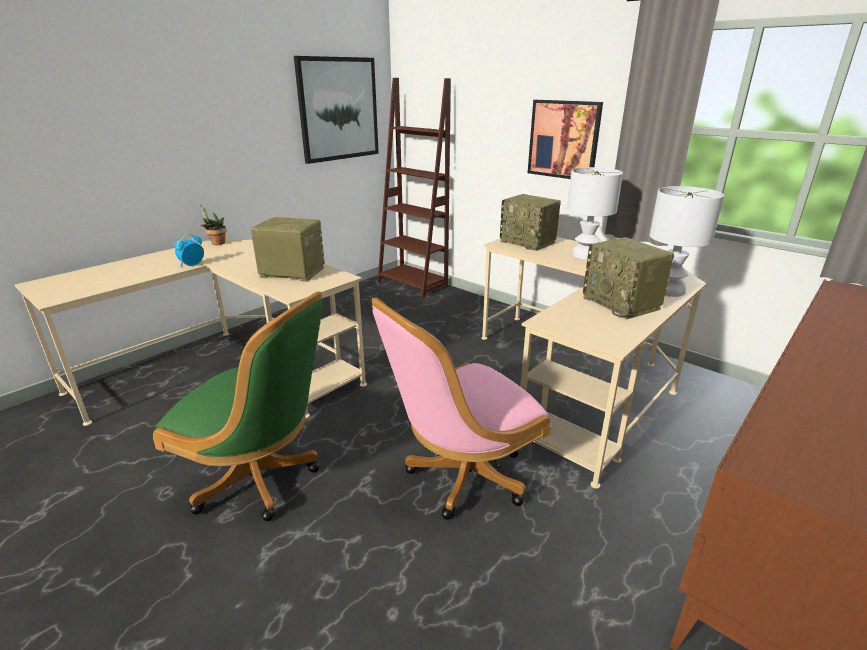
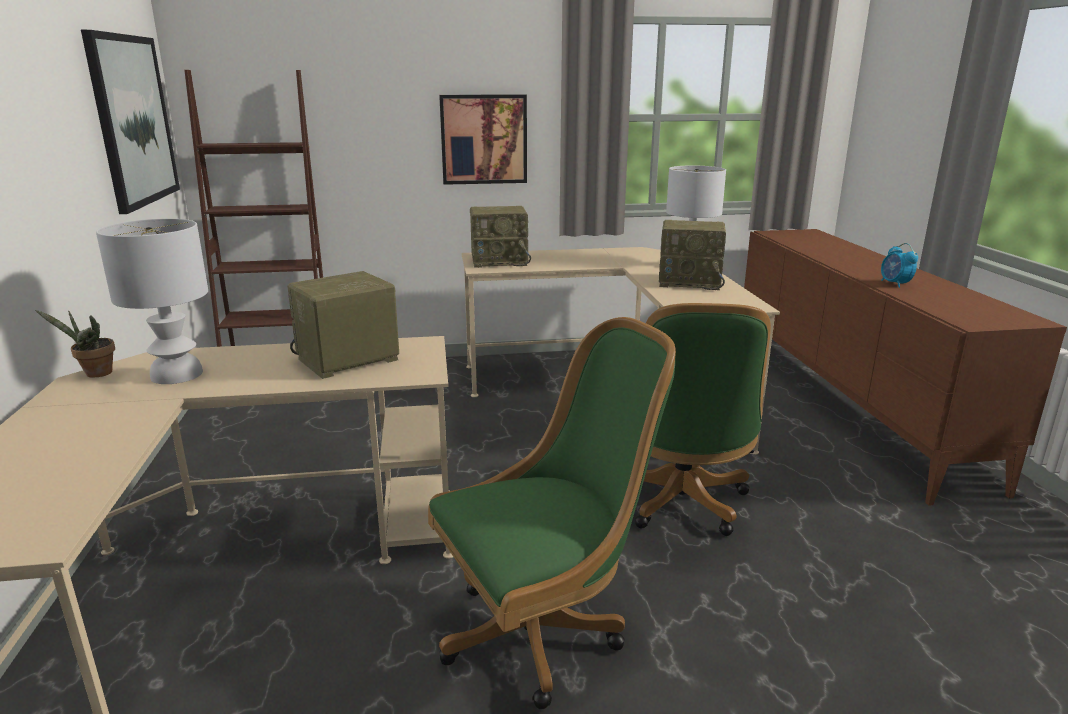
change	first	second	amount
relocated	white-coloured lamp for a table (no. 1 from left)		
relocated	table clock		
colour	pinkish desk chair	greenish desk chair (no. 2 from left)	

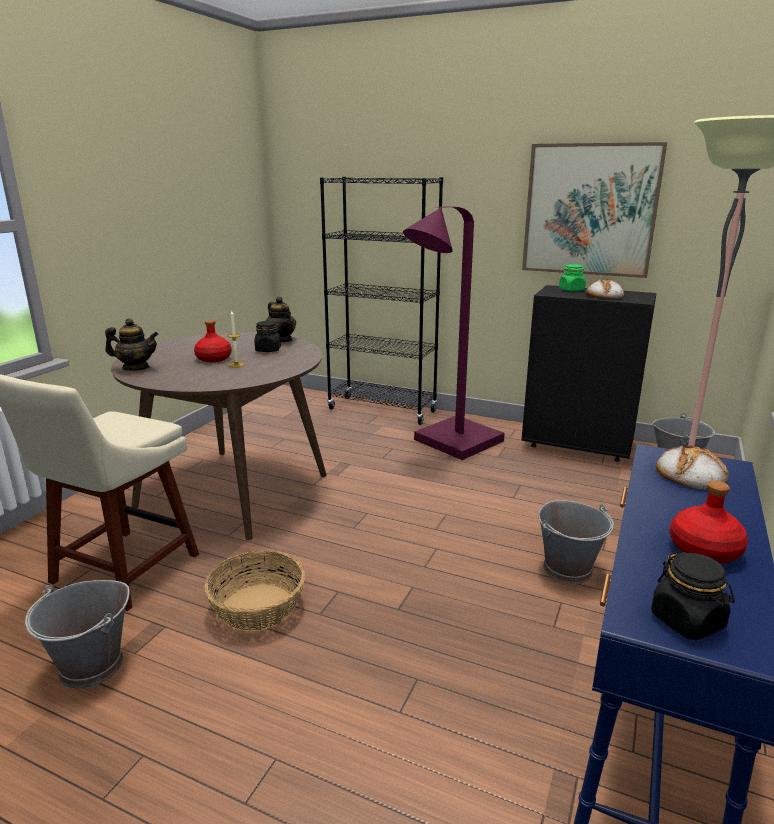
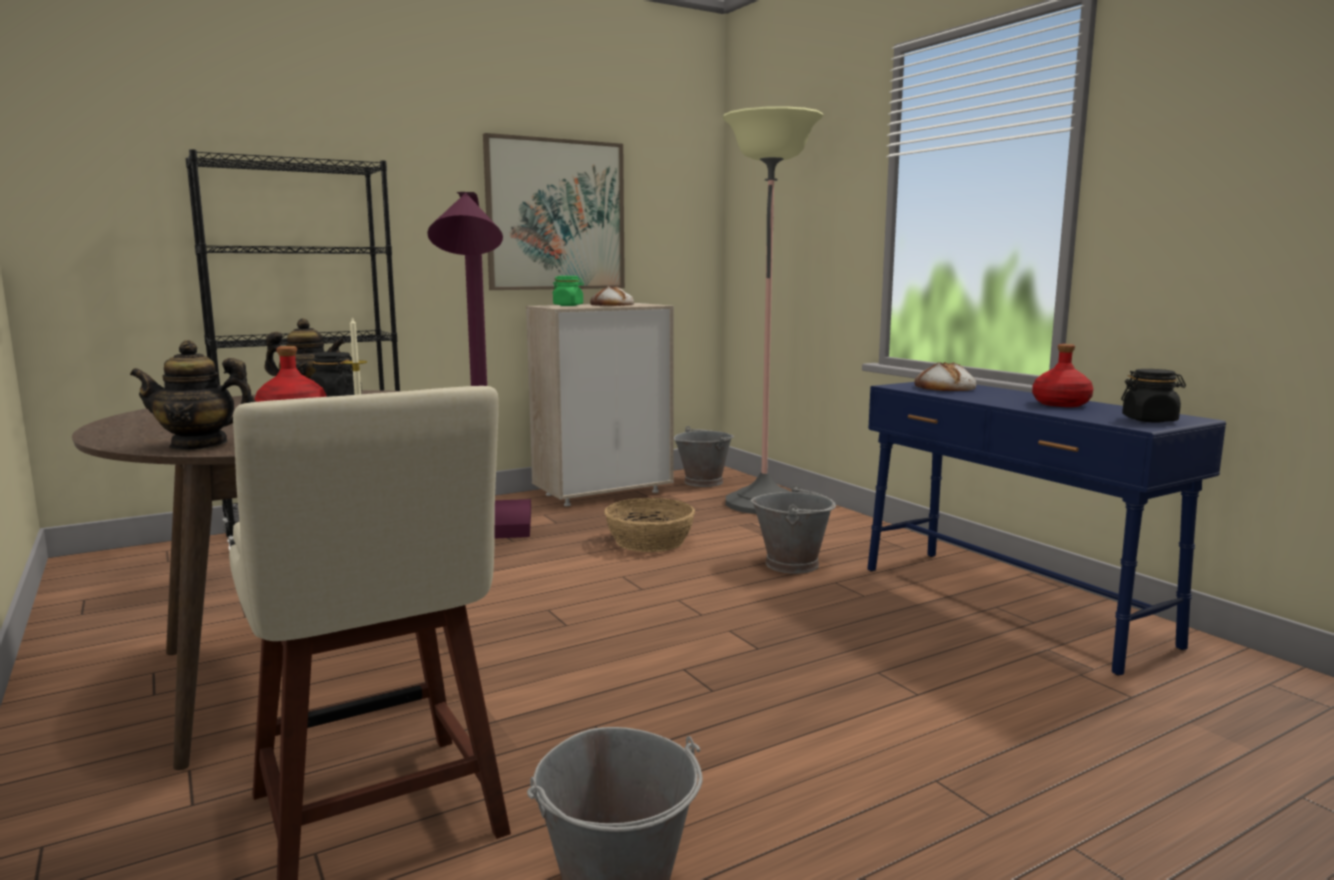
change	first	second	amount
colour	black cabinet	beige-coloured cabinet	
spun	pot for tea (no. 1 from left)		135 degrees counterclockwise
relocated	storage basket		

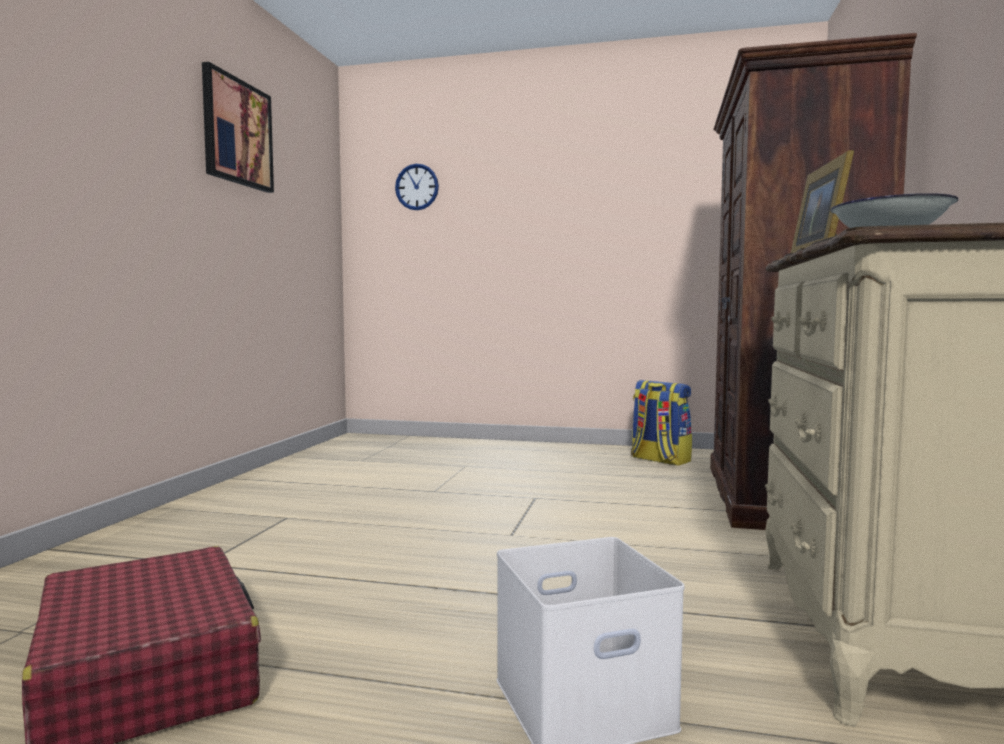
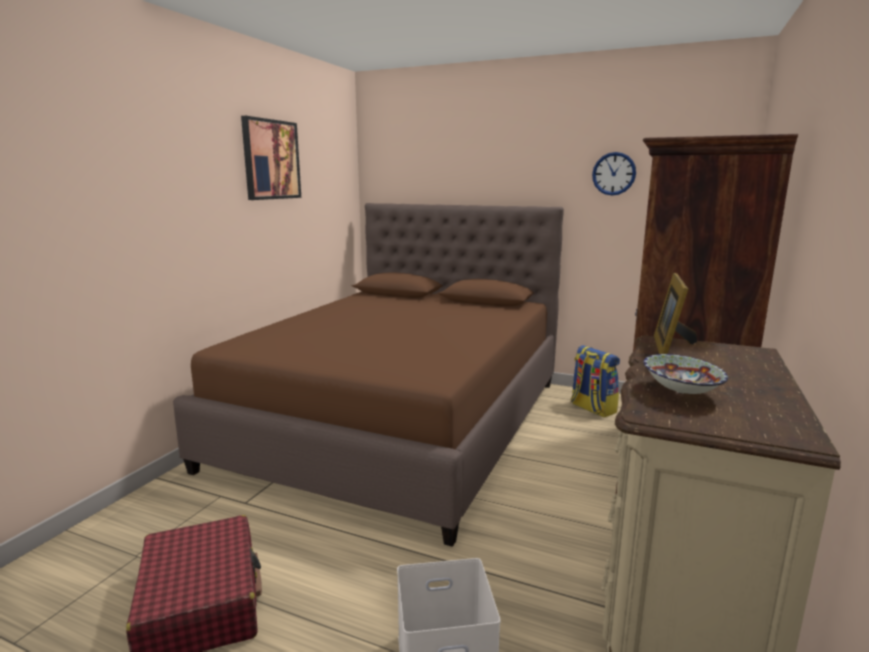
change	first	second	amount
relocated	hanging clock		
appeared		brownish bed	

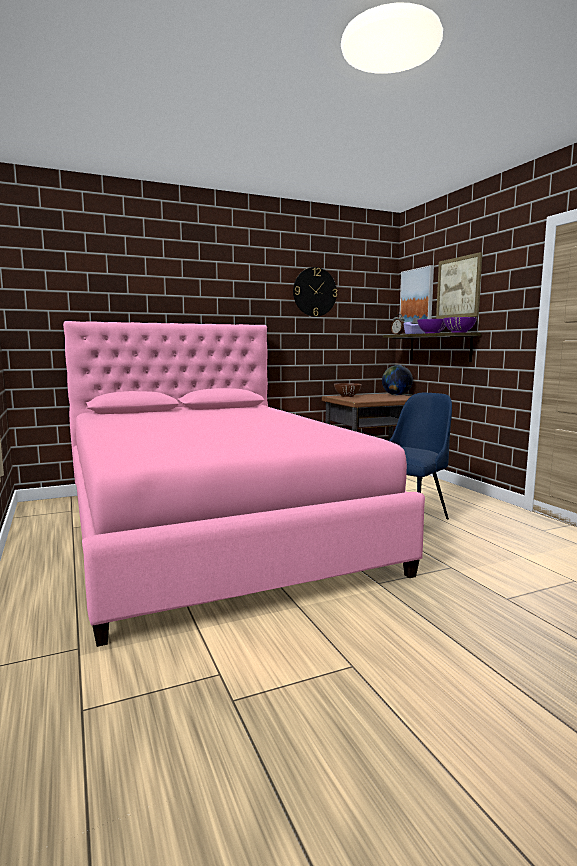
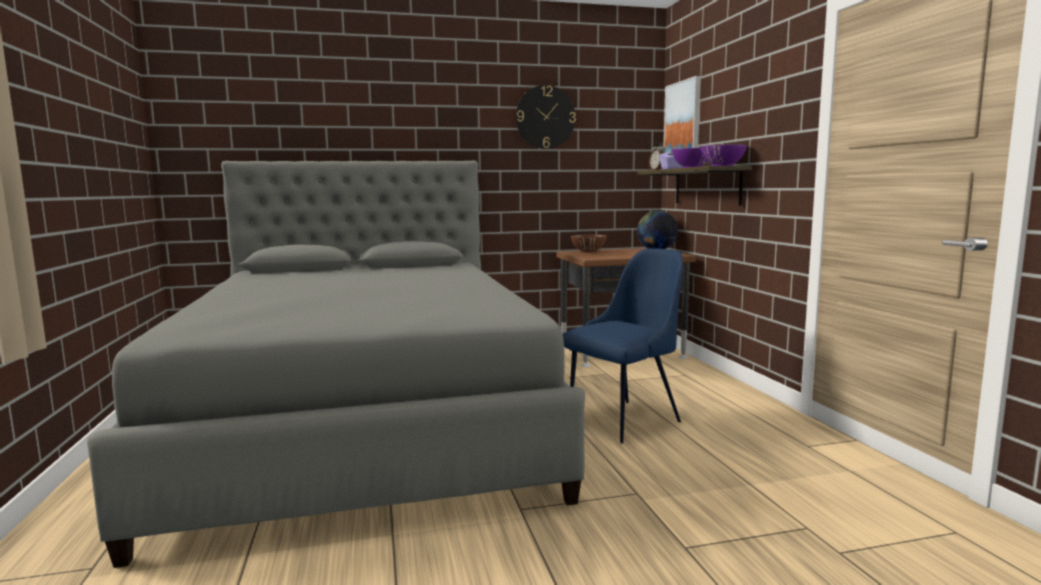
change	first	second	amount
missing	wall art (no. 2 from left)		
colour	pinkish bed	greyish bed	

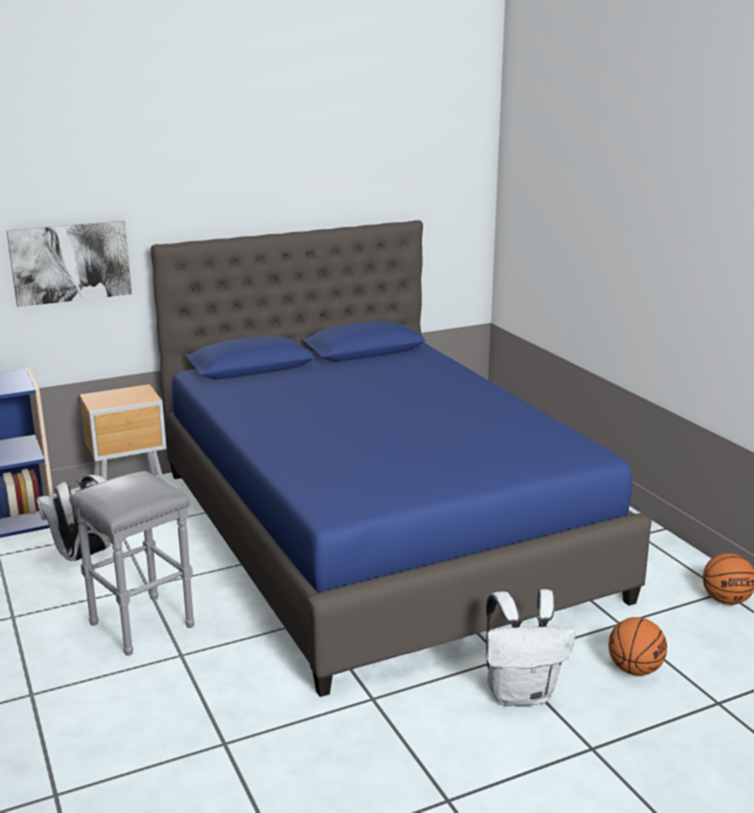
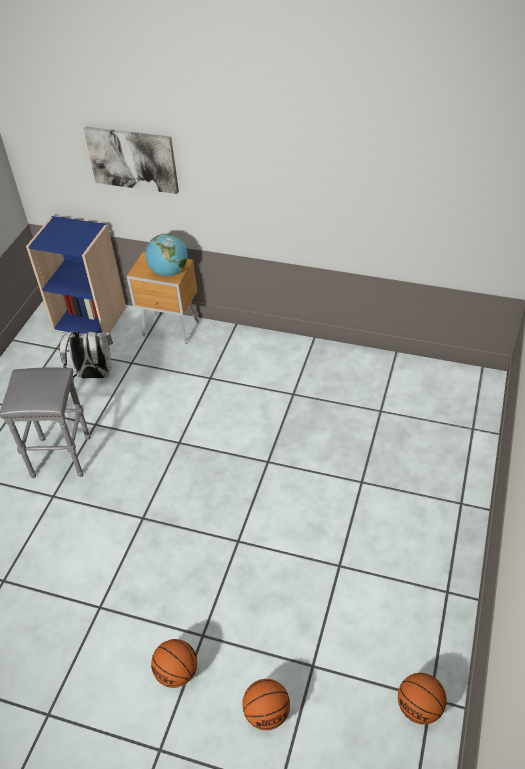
change	first	second	amount
missing	bluish bed		
exchanged	white-coloured knapsack (no. 2 from left)	basketball ball (no. 1 from left)	
appeared		globe	

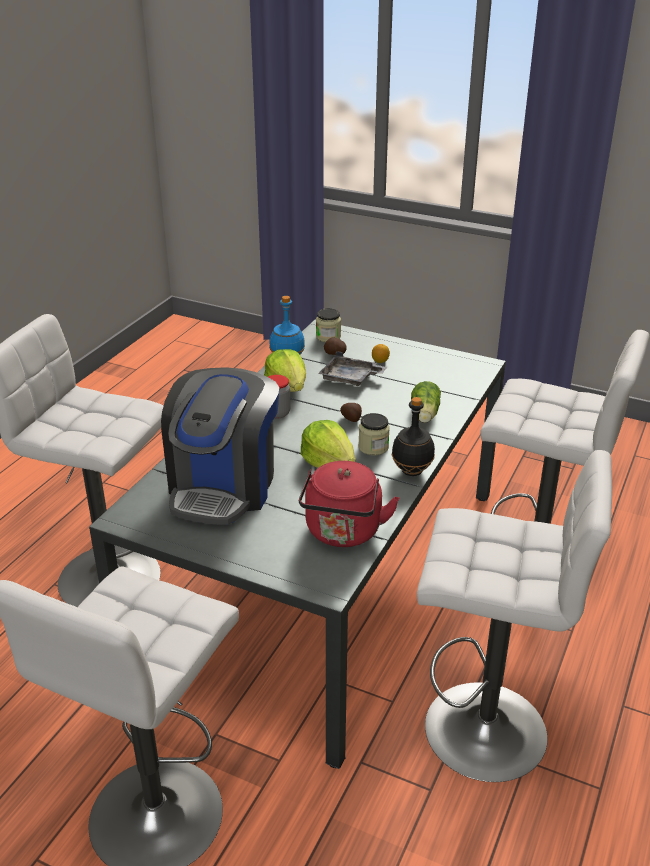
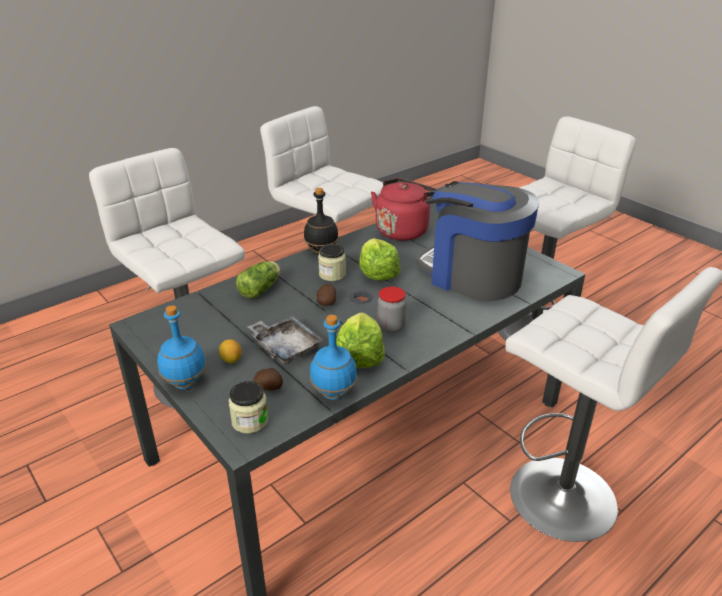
change	first	second	amount
spun	coffee brewer		90 degrees counterclockwise
appeared		bluish beverage bottle (no. 1 from left)	

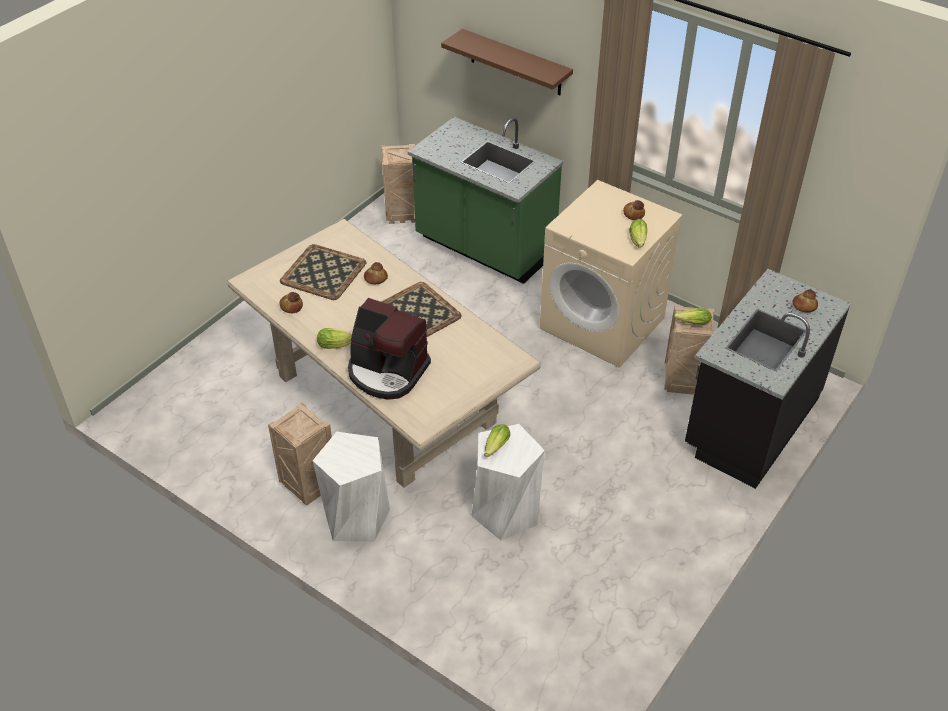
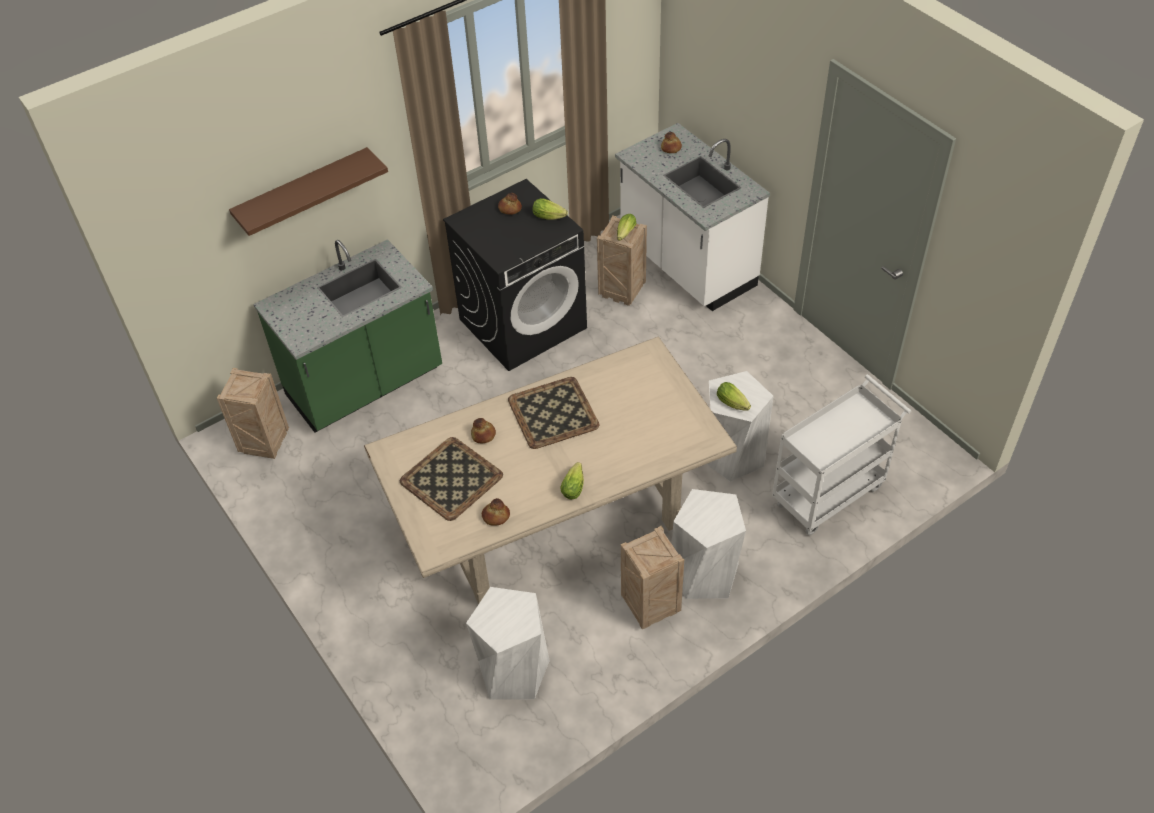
change	first	second	amount
colour	beige-coloured washing machine	black washing machine	
colour	black kitchen base unit	white-coloured kitchen base unit	
missing	coffee brewer		
appeared		white-coloured wheeled cart	
appeared		white-coloured stool (no. 1 from left)	

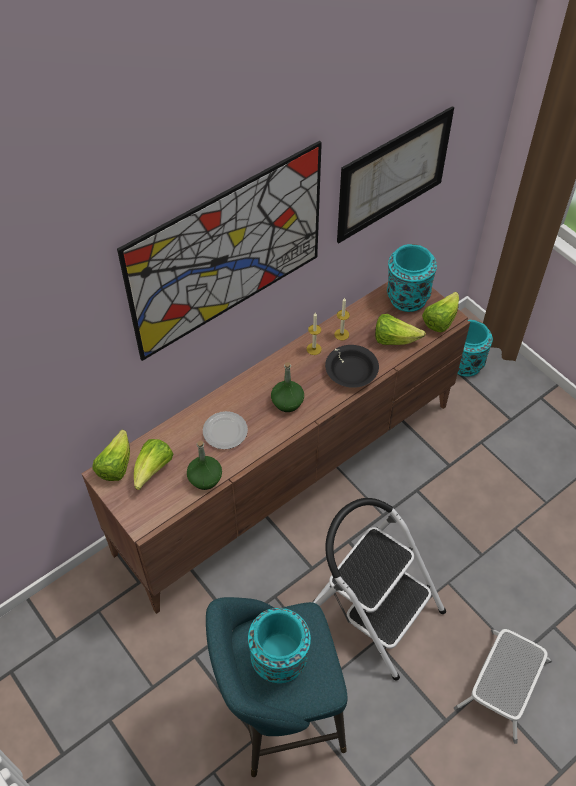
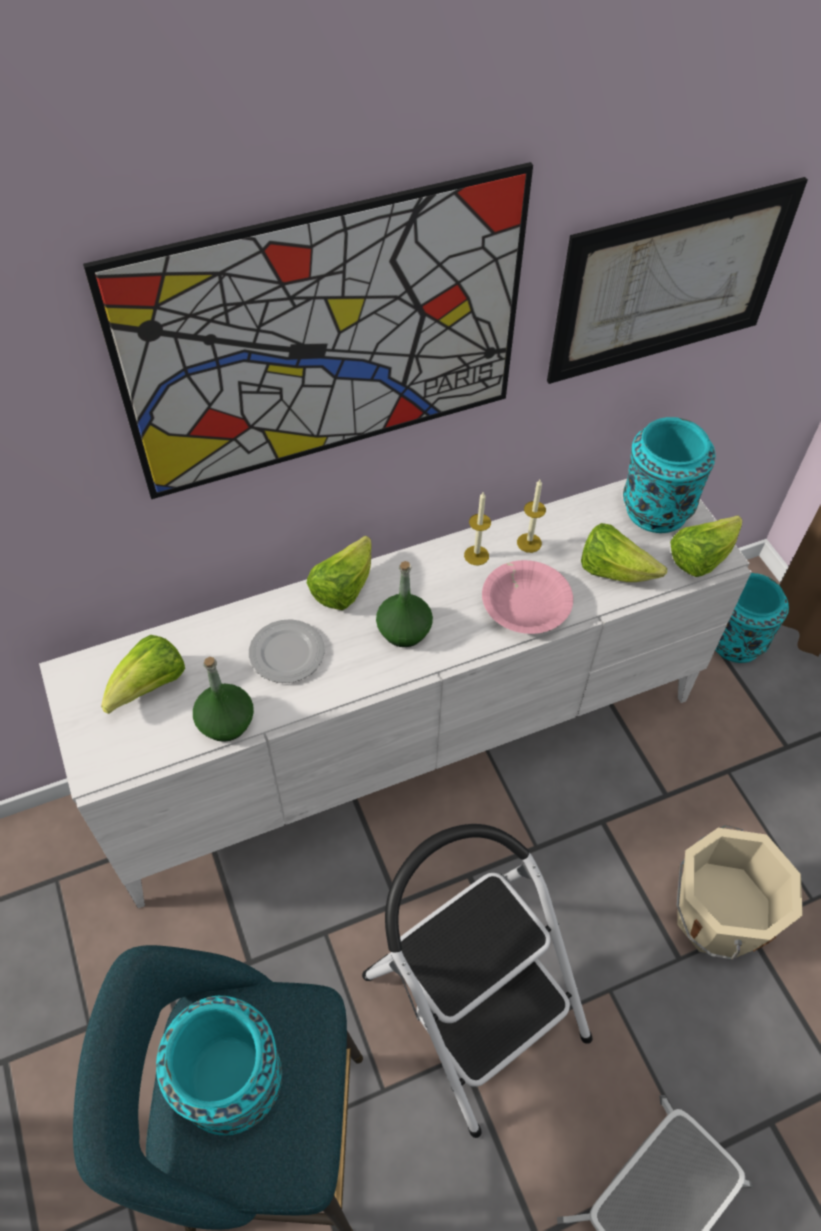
change	first	second	amount
colour	brownish cabinet	white-coloured cabinet	
colour	black serving bowl	pinkish serving bowl	
relocated	lettuce (no. 1 from left in the first image)	lettuce (no. 2 from left)	
appeared		beige-coloured pail	

